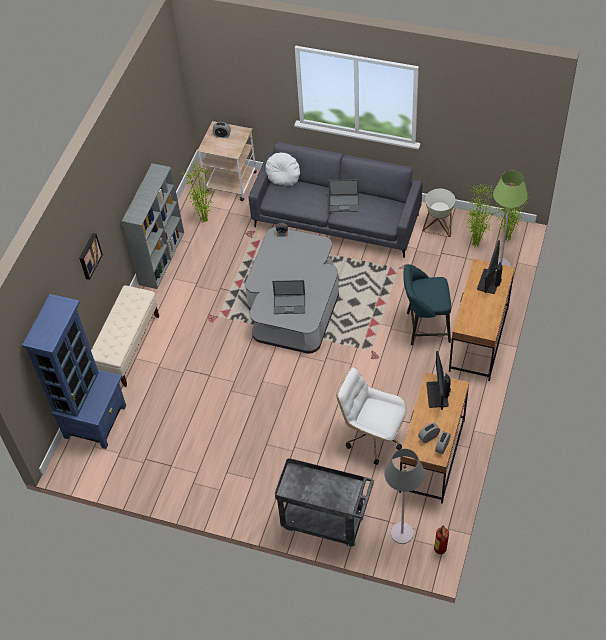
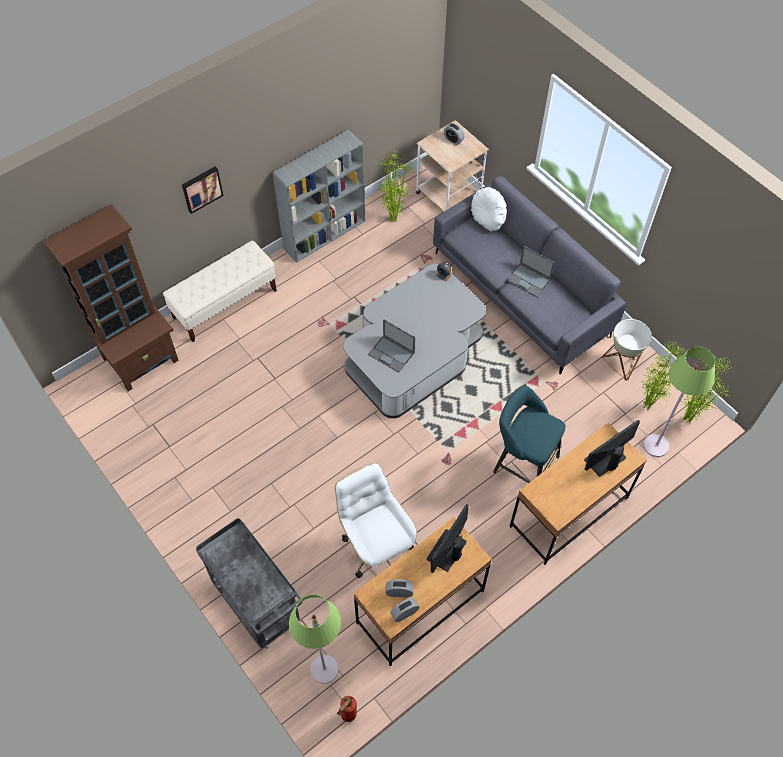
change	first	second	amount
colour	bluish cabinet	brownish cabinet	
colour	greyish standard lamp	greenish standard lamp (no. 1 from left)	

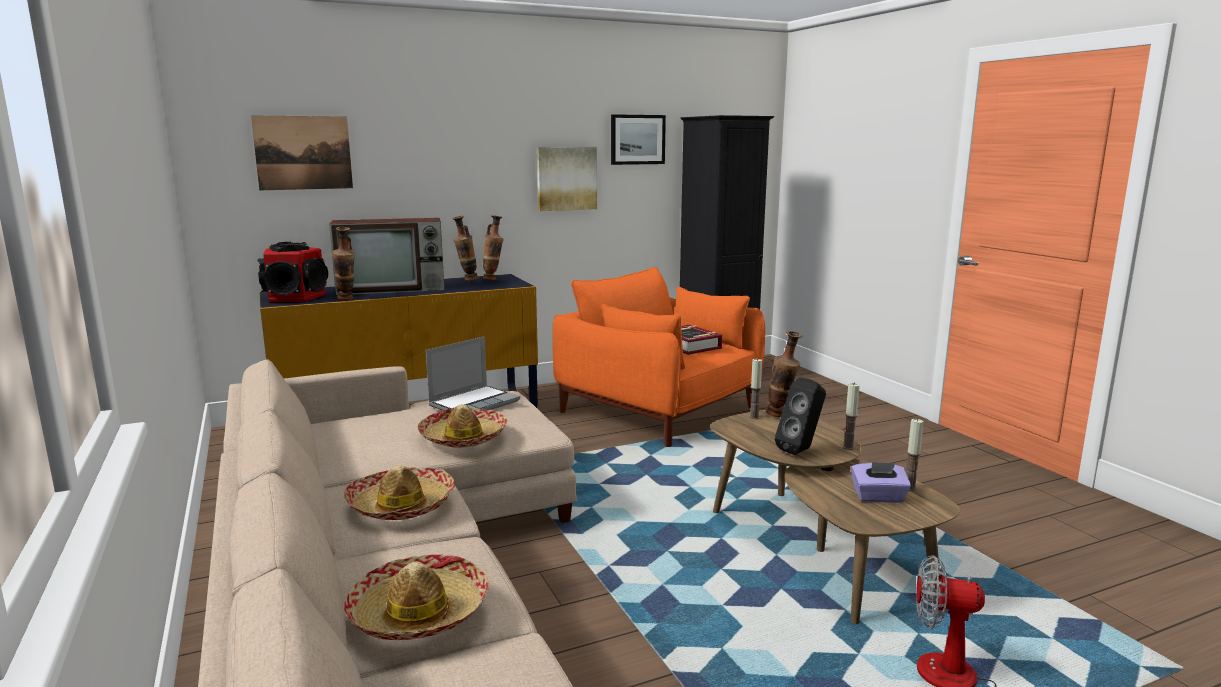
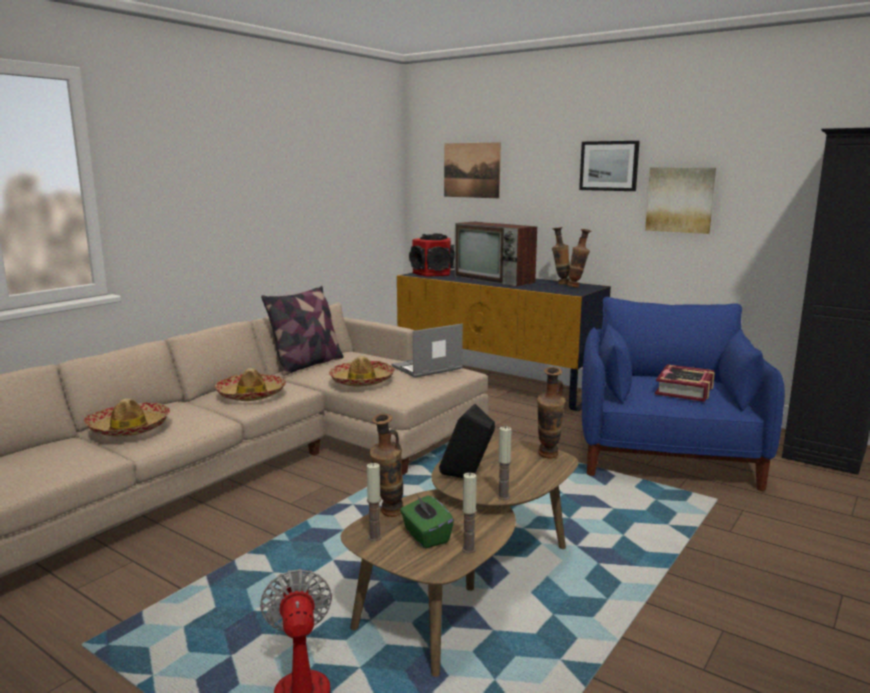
change	first	second	amount
relocated	wall art (no. 3 from left in the first image)	wall art (no. 2 from left)	
relocated	vase (no. 1 from left)		
colour	orange lounge chair	bluish lounge chair	
spun	laptop		135 degrees clockwise
relocated	candle (no. 1 from left)		
colour	purple tissue box	greenish tissue box	
appeared		throw pillow	

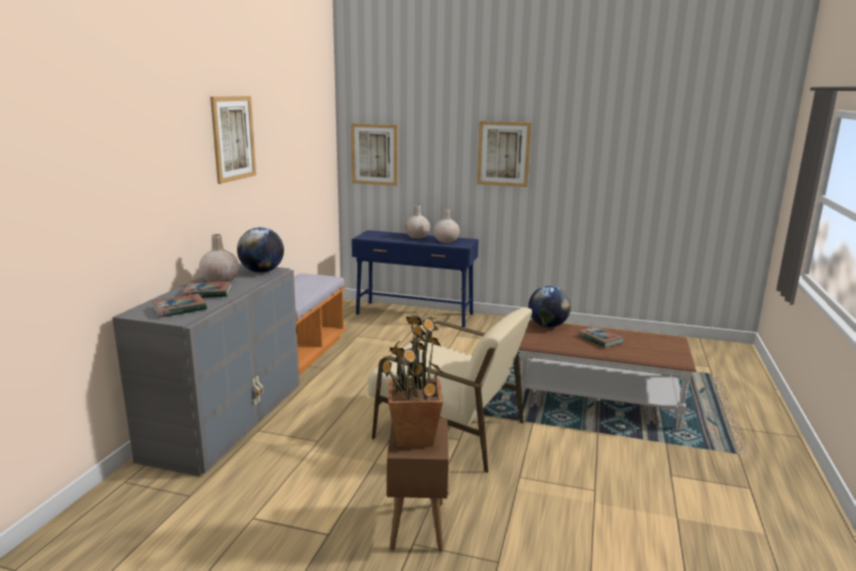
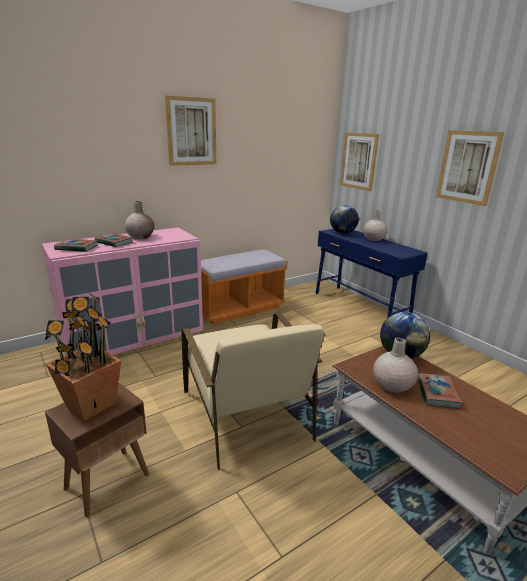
change	first	second	amount
relocated	beige-coloured vase (no. 3 from left)		
relocated	globe (no. 1 from left)		
colour	greyish cabinet	pinkish cabinet	

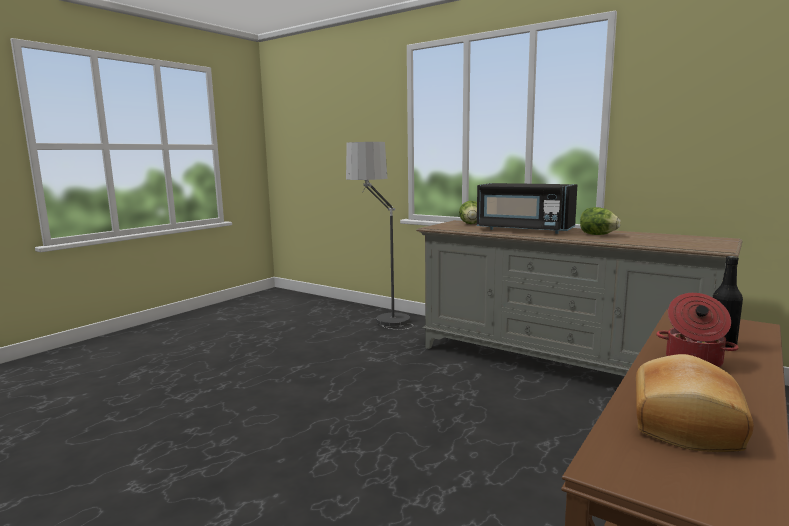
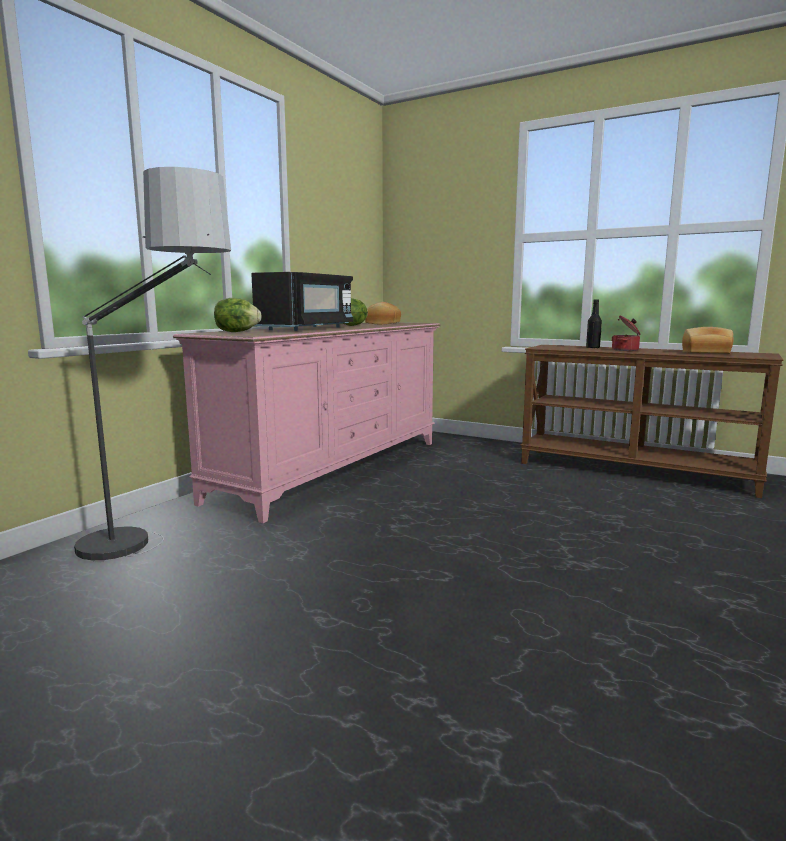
change	first	second	amount
colour	greyish cabinet	pinkish cabinet	
appeared		bakery bread (no. 1 from left)	

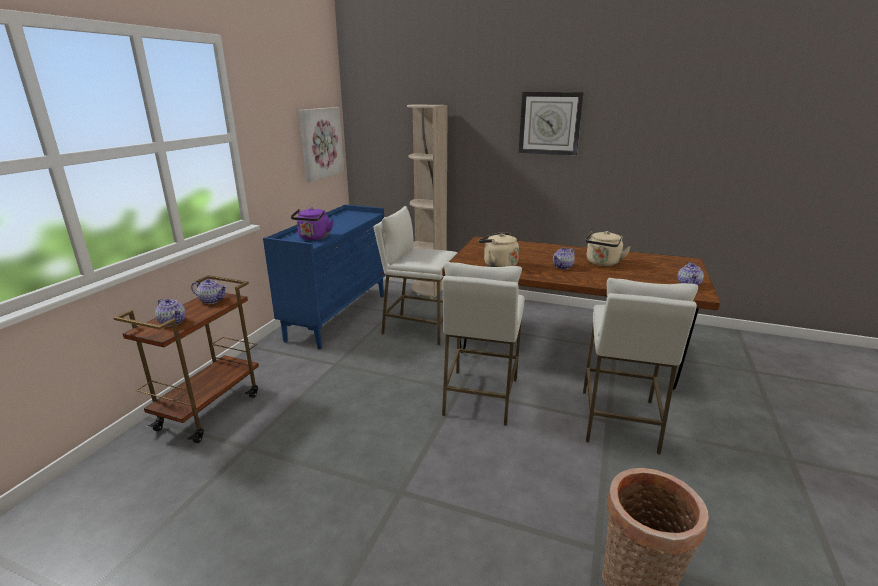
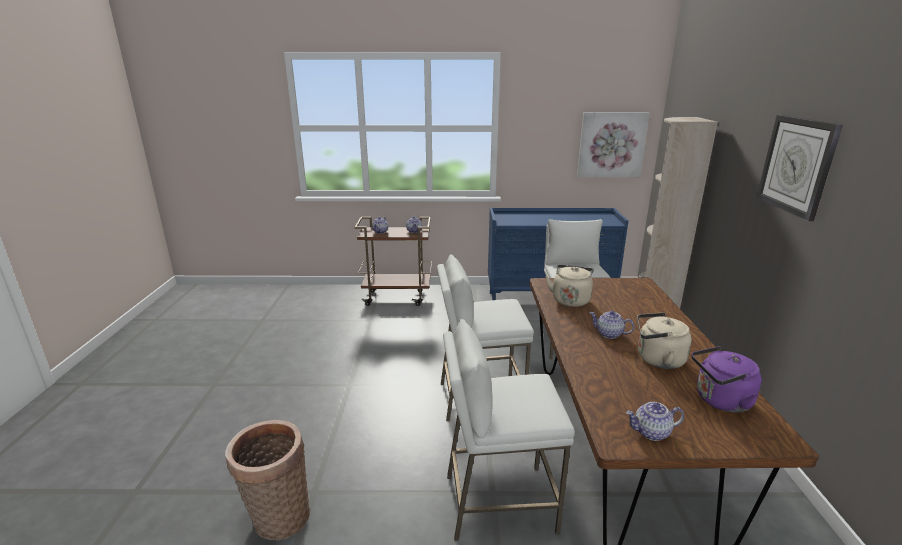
change	first	second	amount
relocated	purple tea kettle		

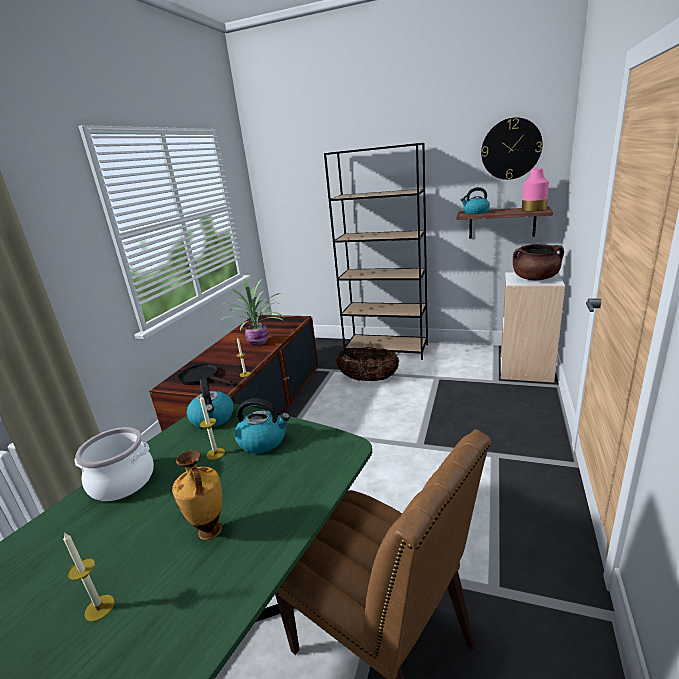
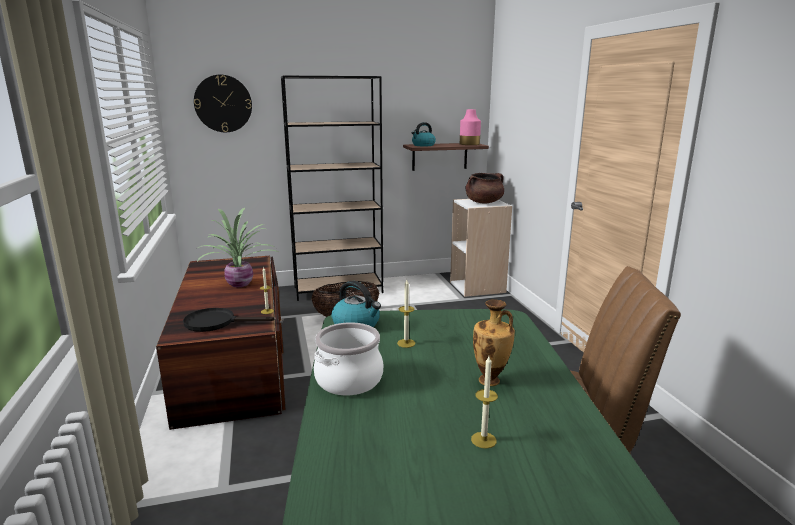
change	first	second	amount
relocated	hanging clock		
missing	tea kettle (no. 2 from left)		

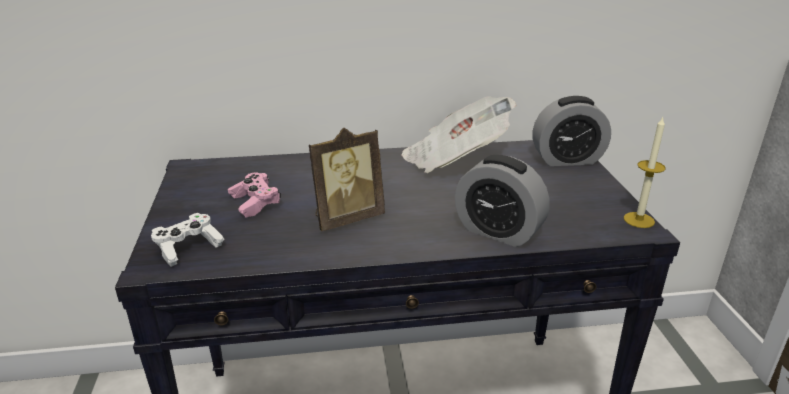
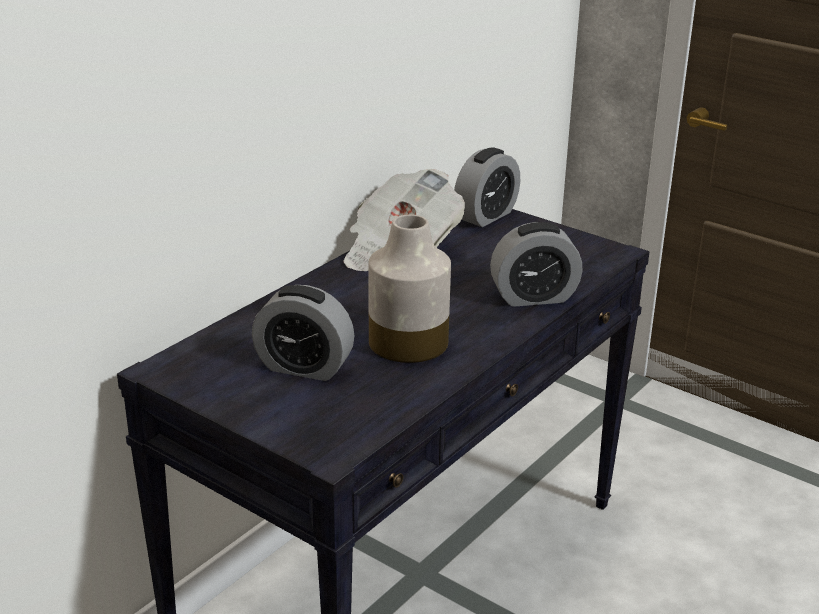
change	first	second	amount
missing	candle		
exchanged	standing frame	beige-coloured vase	
exchanged	pinkish gamepad	table clock (no. 1 from left)	
missing	white-coloured gamepad		

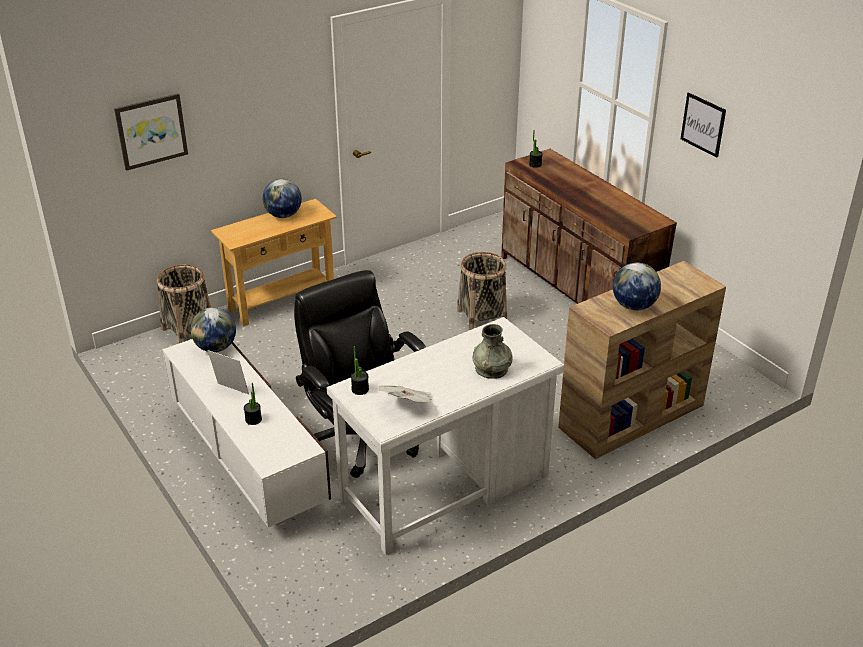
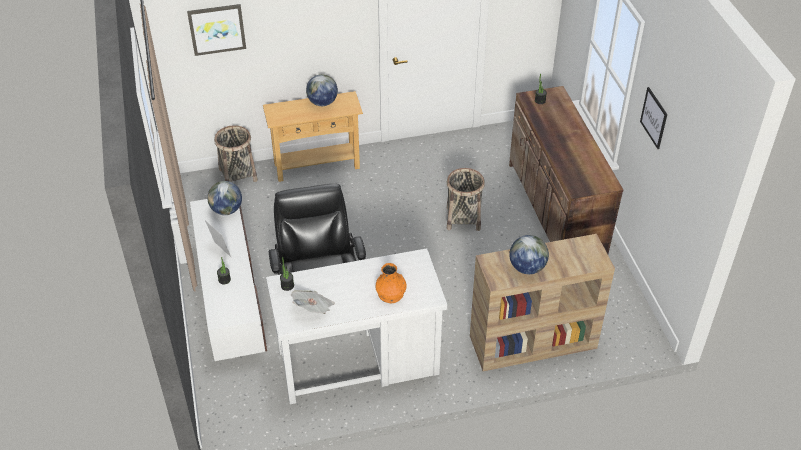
change	first	second	amount
colour	greyish vase	orange vase	

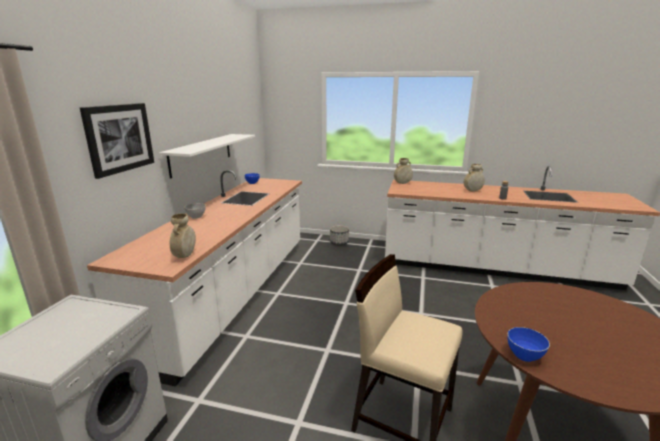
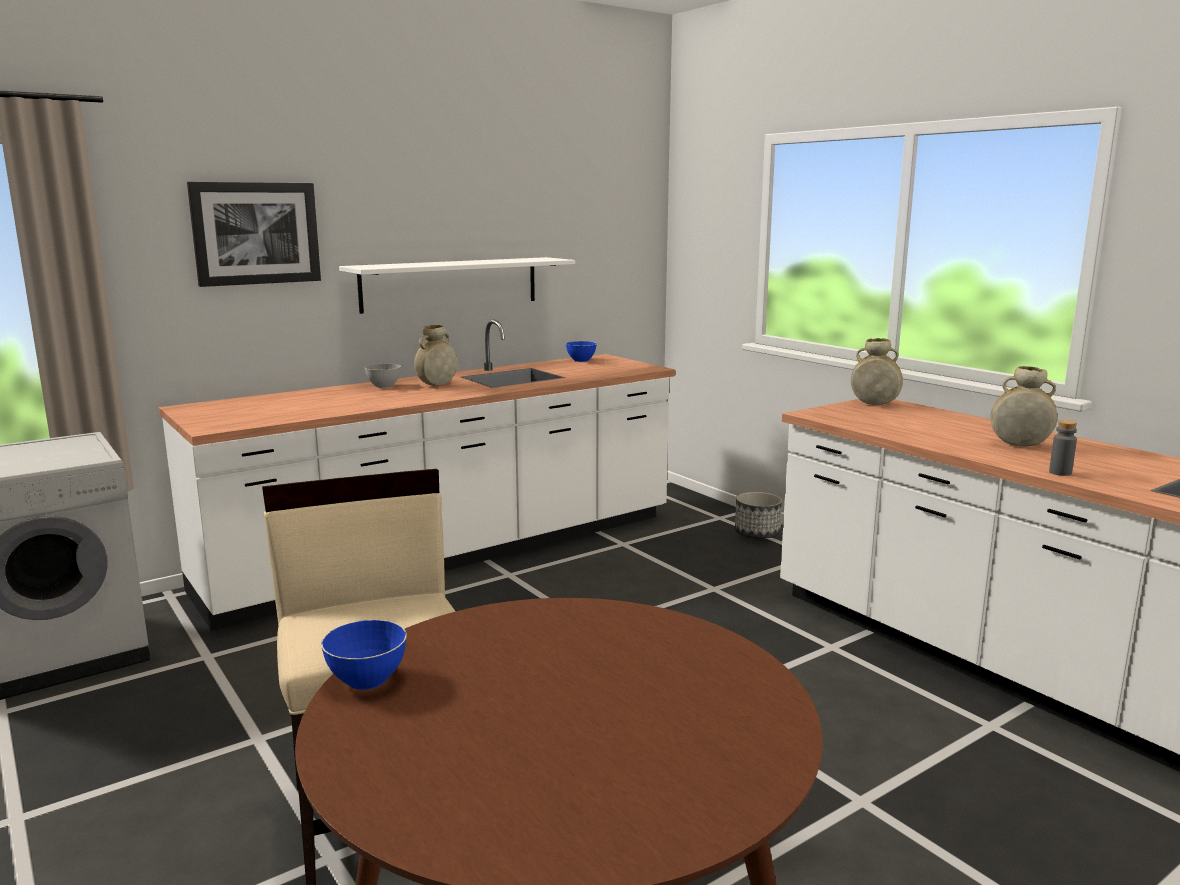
change	first	second	amount
relocated	beige-coloured vase (no. 1 from left)		

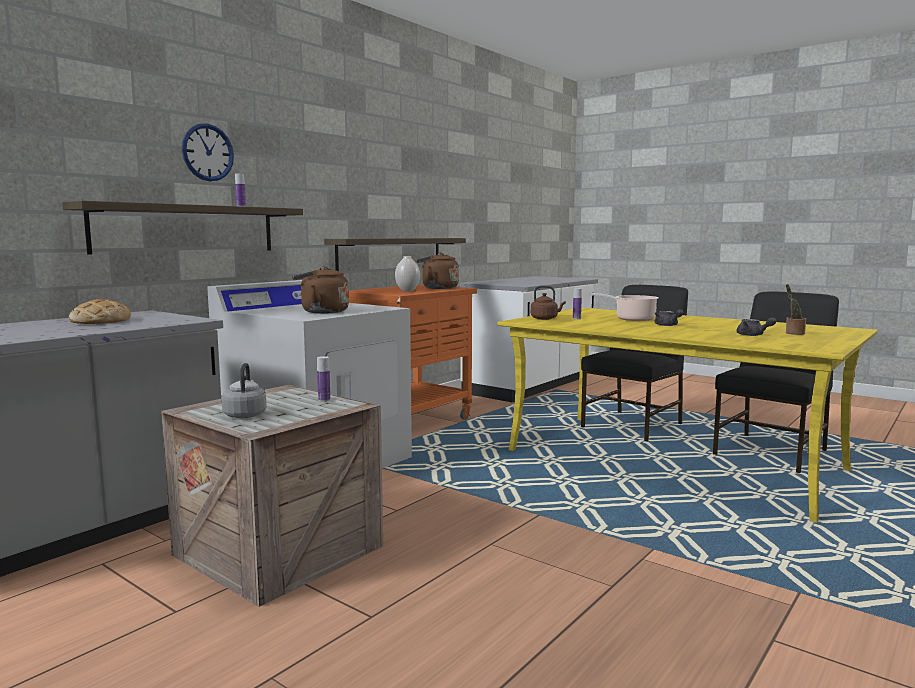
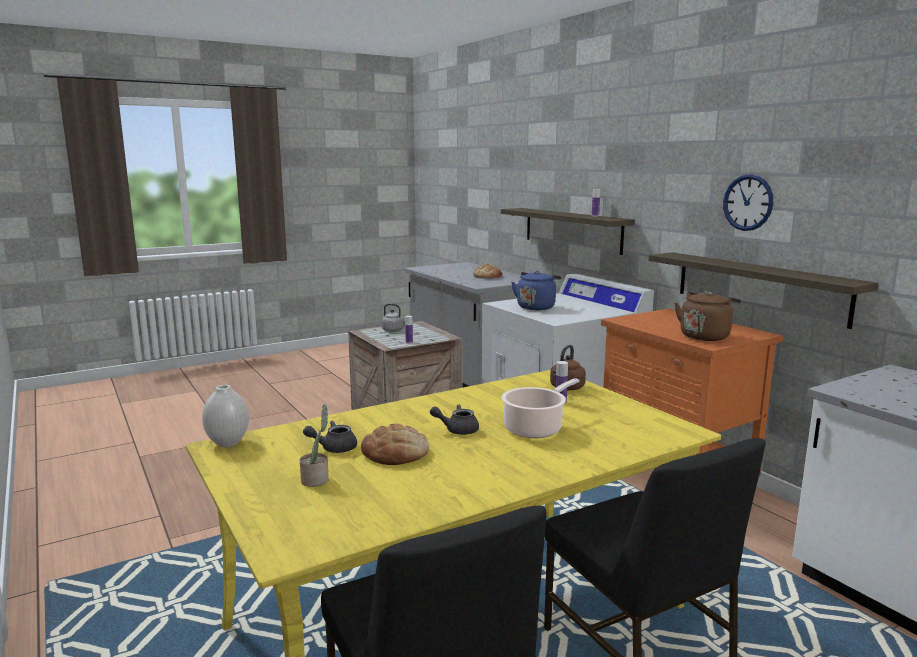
change	first	second	amount
relocated	hanging clock		
relocated	white-coloured vase		
colour	brownish tea kettle (no. 1 from left)	bluish tea kettle	
appeared		bakery bread (no. 1 from left)	

